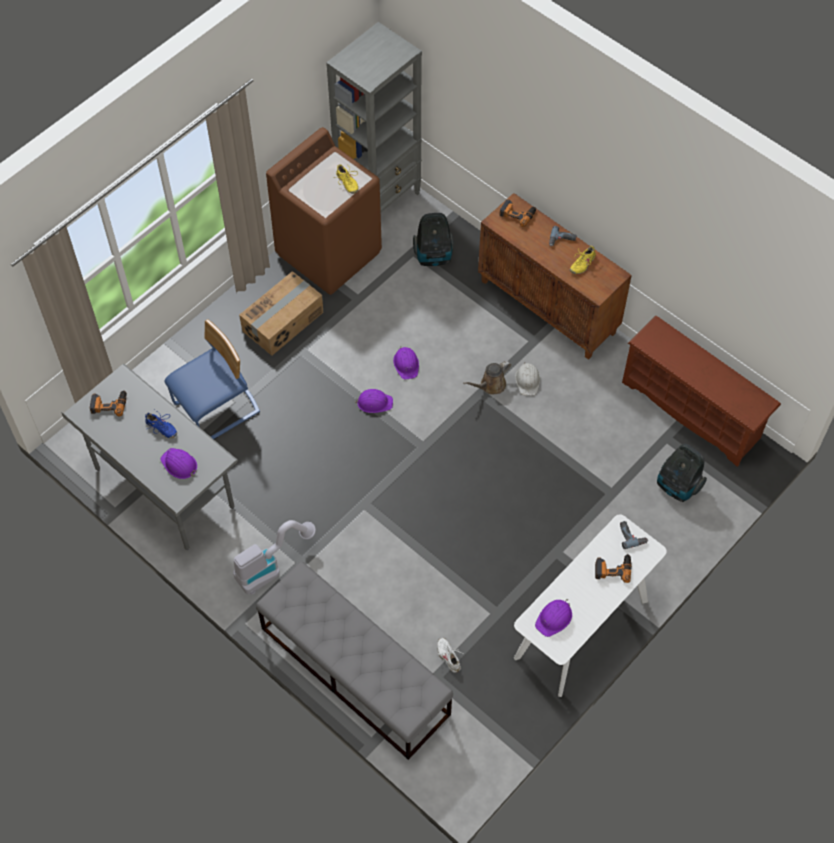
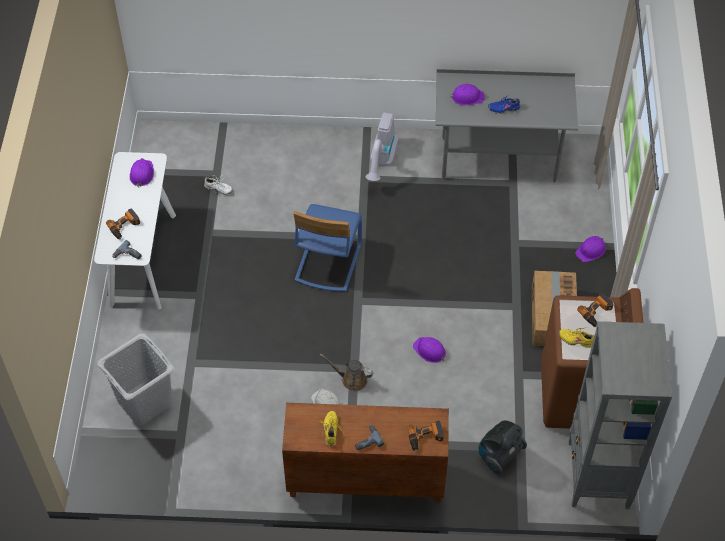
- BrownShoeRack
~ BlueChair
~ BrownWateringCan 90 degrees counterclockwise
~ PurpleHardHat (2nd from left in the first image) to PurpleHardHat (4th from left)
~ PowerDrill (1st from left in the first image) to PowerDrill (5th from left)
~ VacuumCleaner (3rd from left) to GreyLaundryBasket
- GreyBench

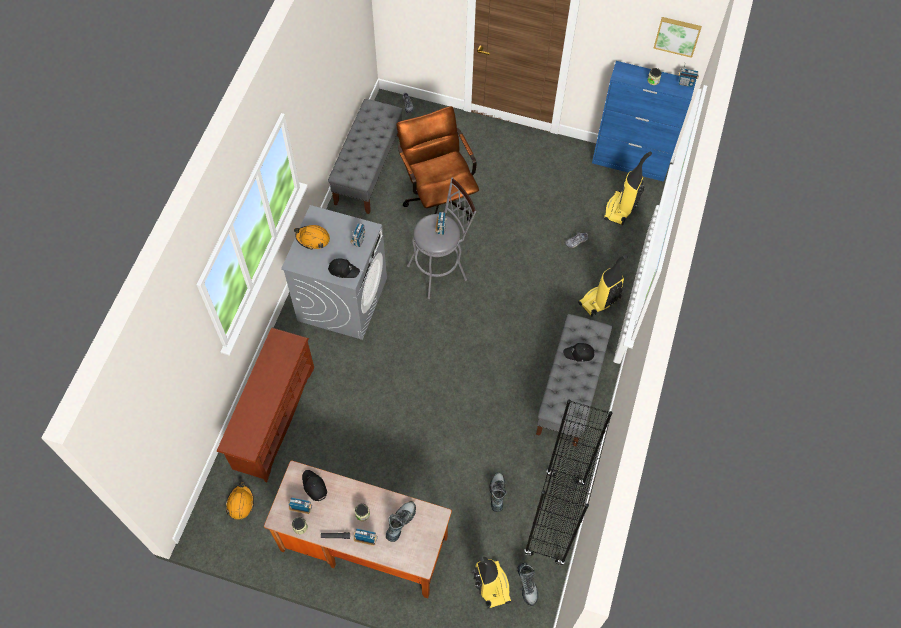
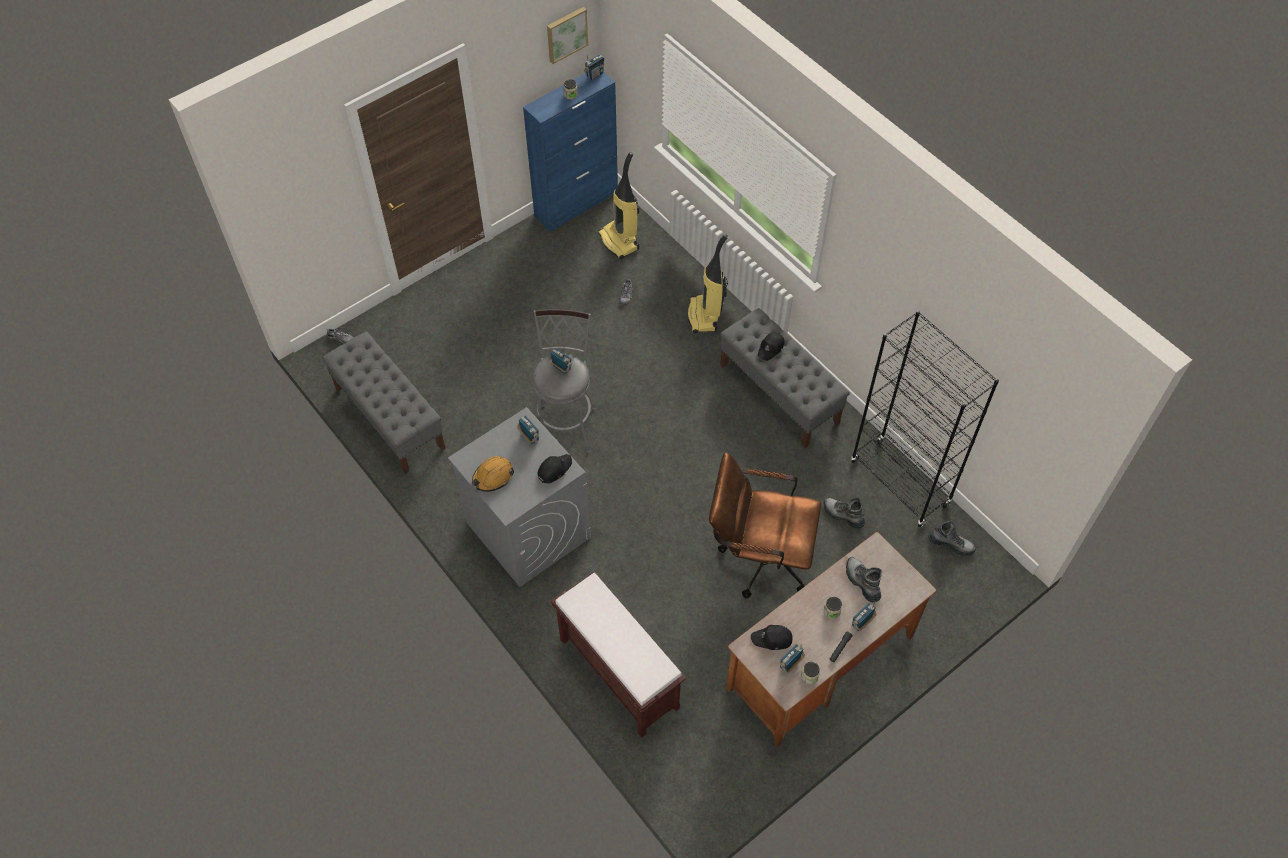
~ BrownOfficeChair
~ BrownShoeRack to BrownBench
- OrangeHardHat (1st from left)
- VacuumCleaner (1st from left)

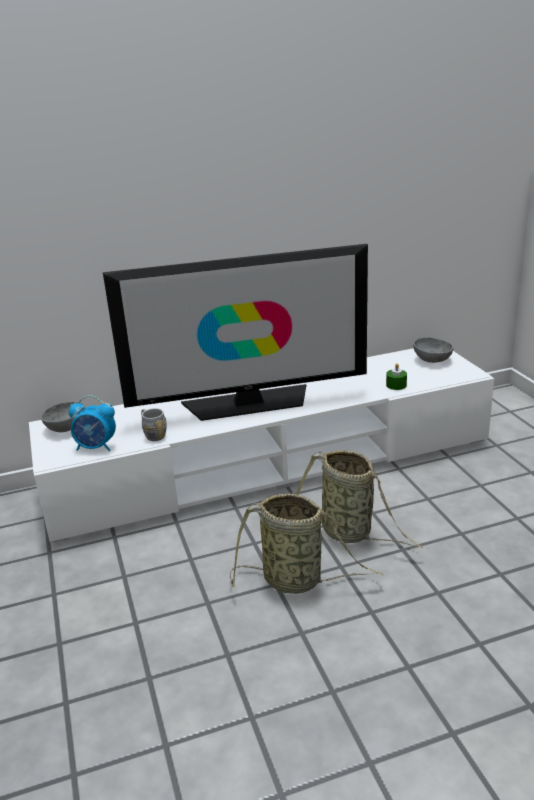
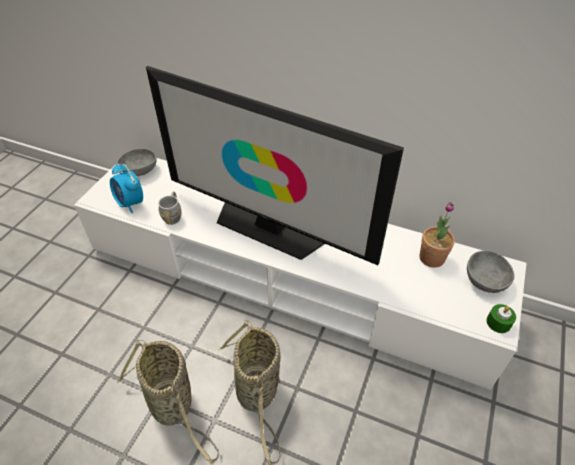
~ GreenCandle
+ PottedPlant

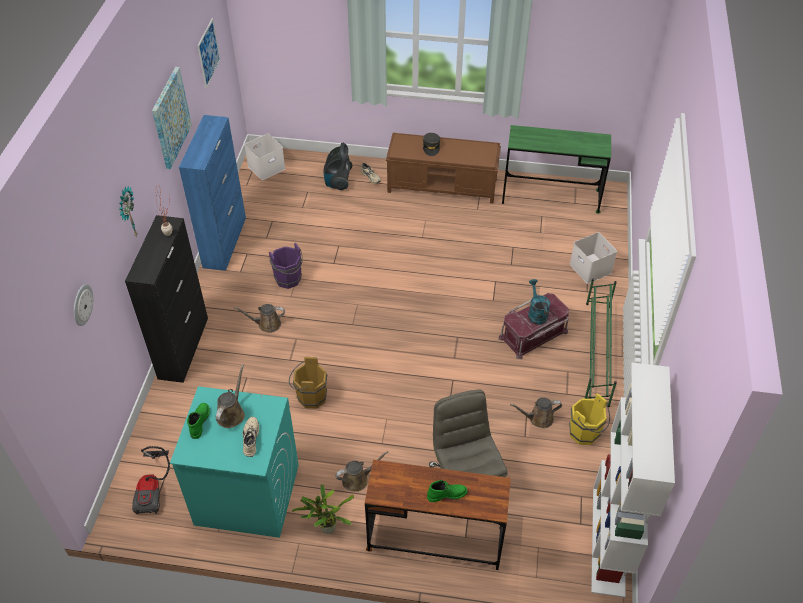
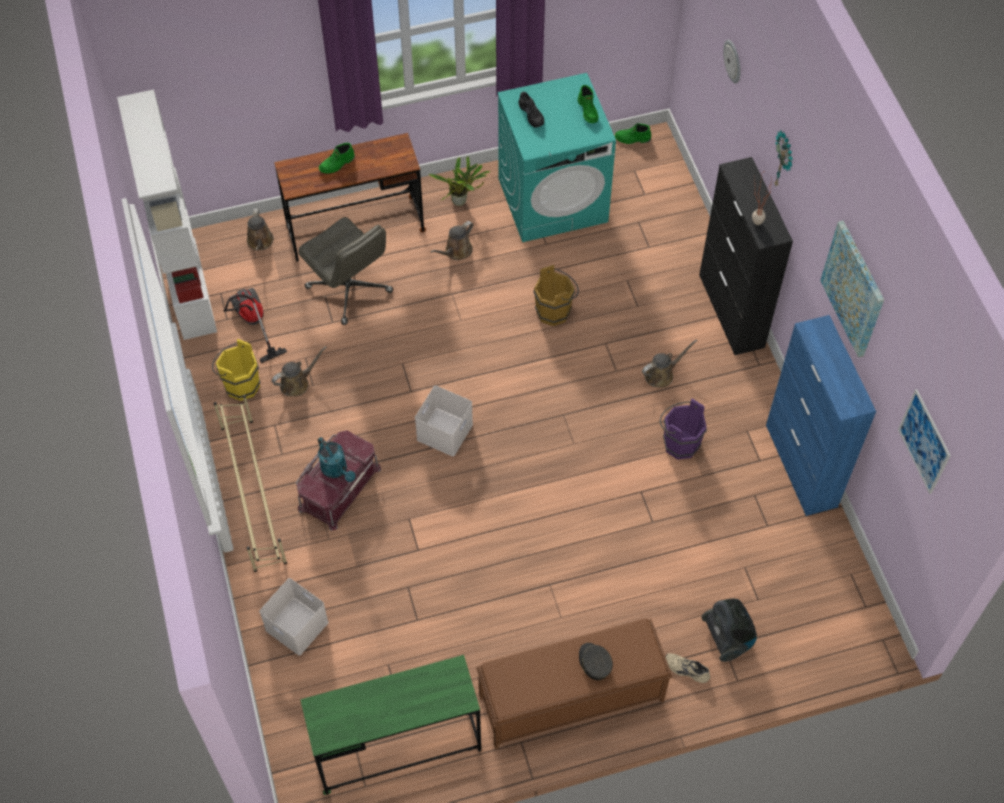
~ WhiteStorageBox (1st from left in the first image) to WhiteStorageBox (2nd from left)
~ GreenShoeRack to BeigeShoeRack
~ BrownWateringCan (1st from left)
~ BeigeShoe (1st from left) to BlackShoe
~ VacuumCleaner (1st from left)
+ GreenBoot (3rd from left)

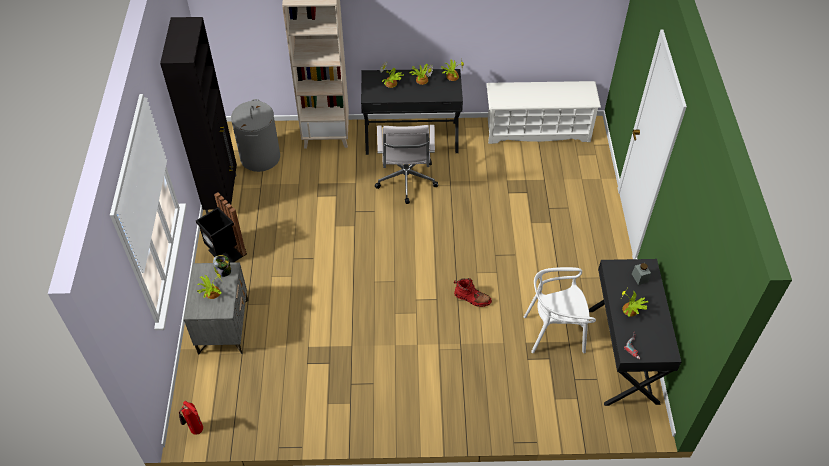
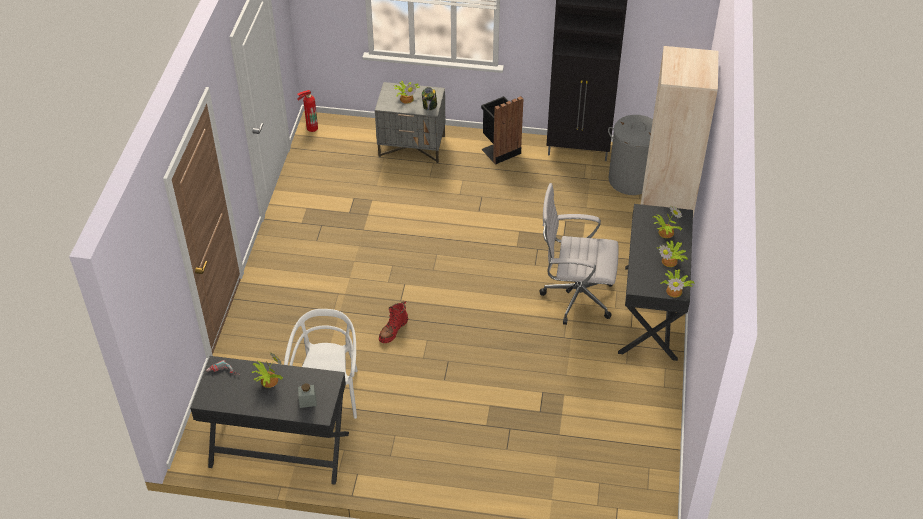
- WhiteShoeRack

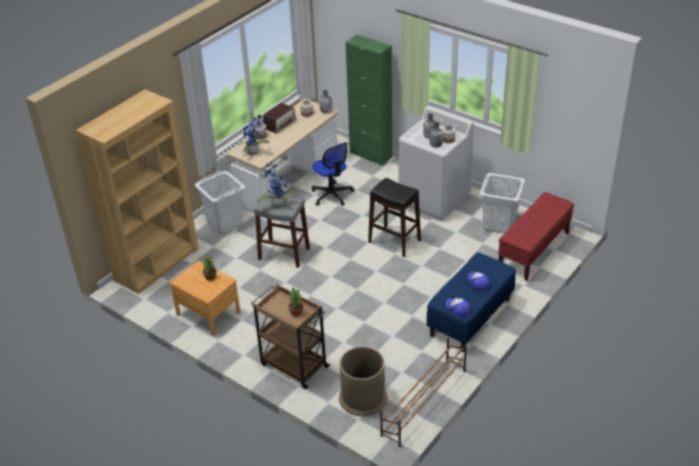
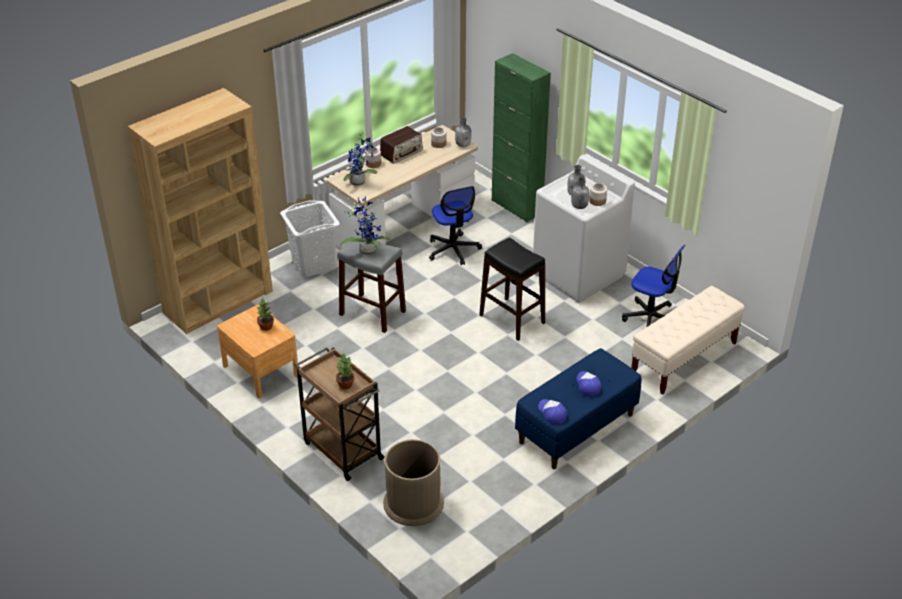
~ WhiteLaundryBasket (2nd from left) to OfficeChair (2nd from left)
~ RedBench to BeigeBench
- BrownShoeRack

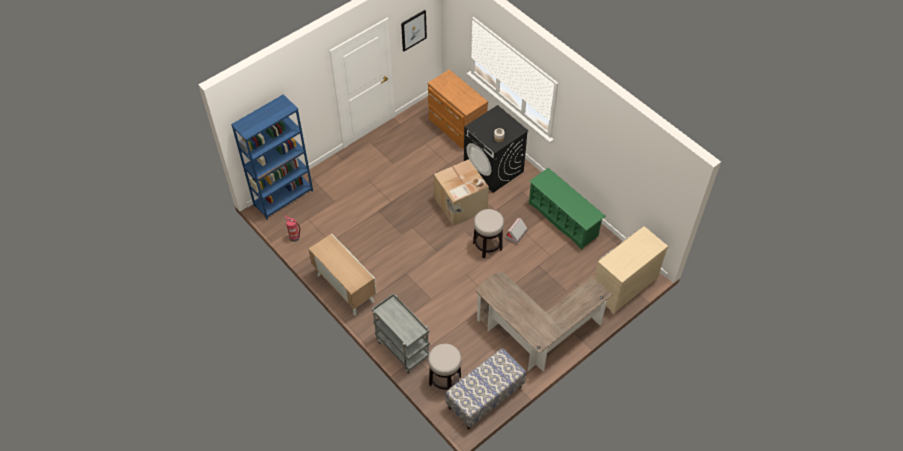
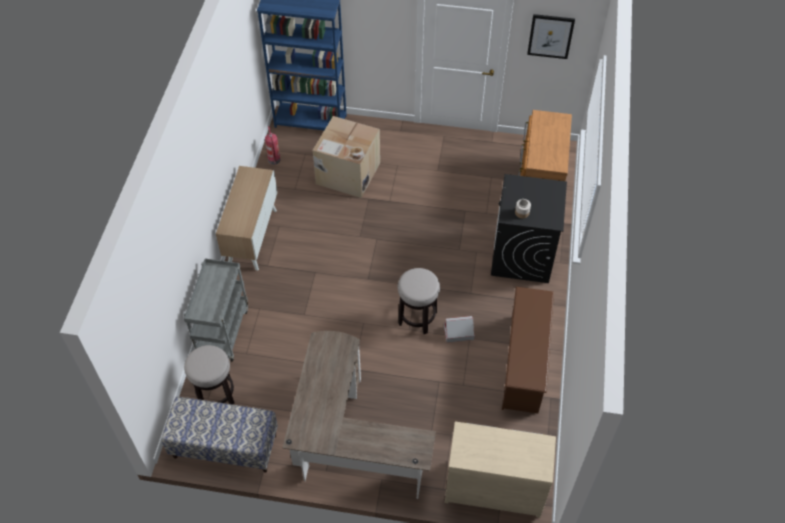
~ CardboardBox (1st from left)
~ GreenShoeRack to BrownShoeRack

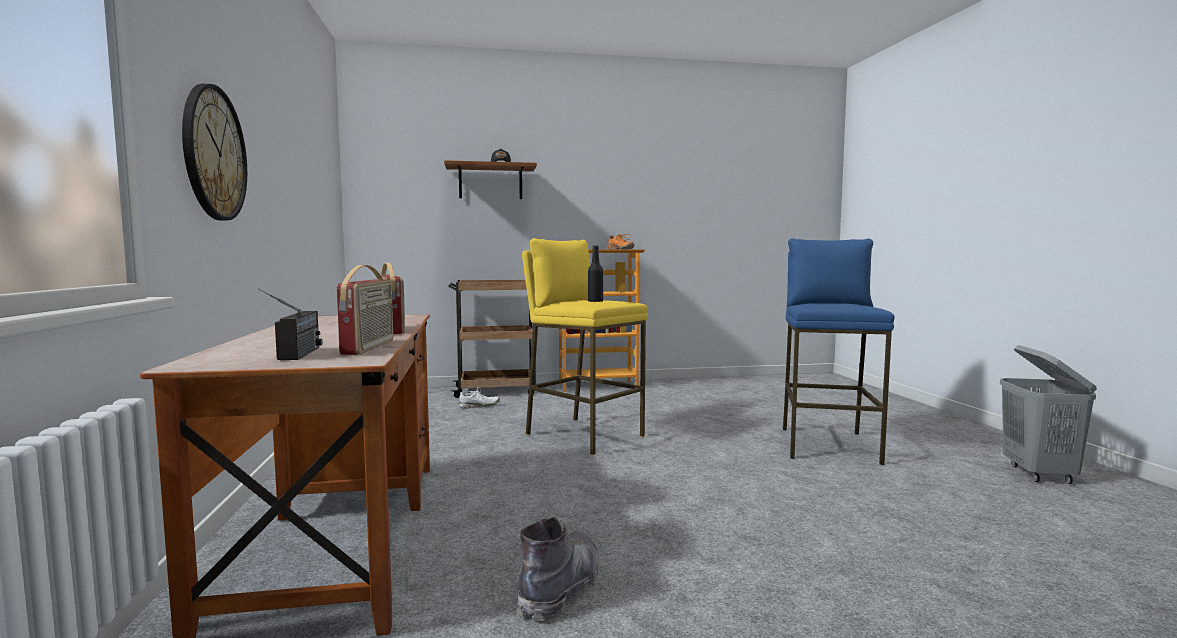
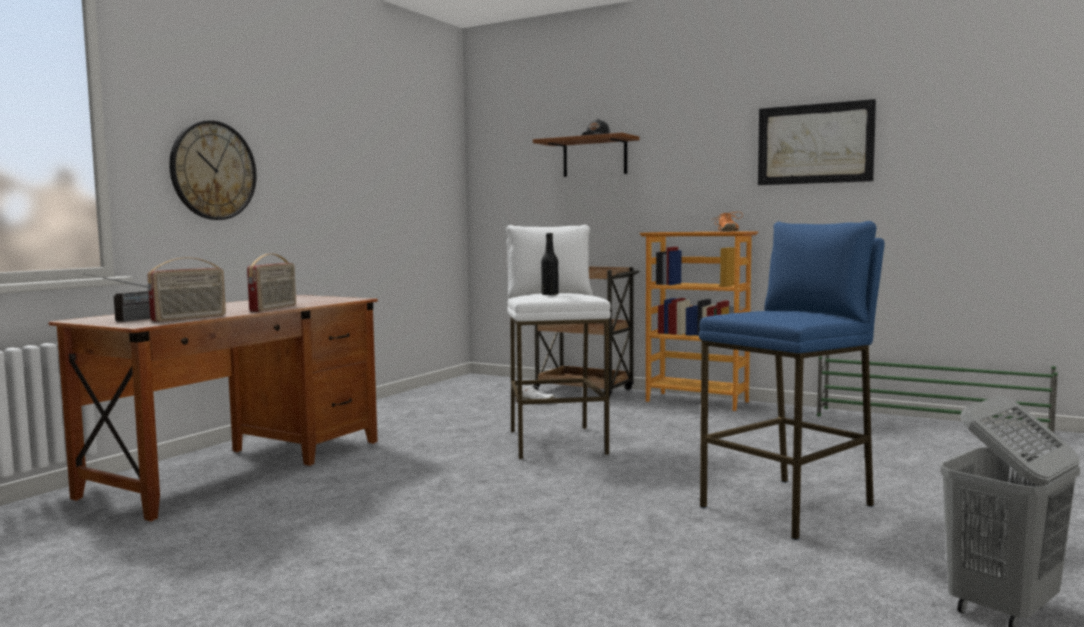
~ YellowStool to WhiteStool
- GreyBoot
+ Picture
+ GreenShoeRack

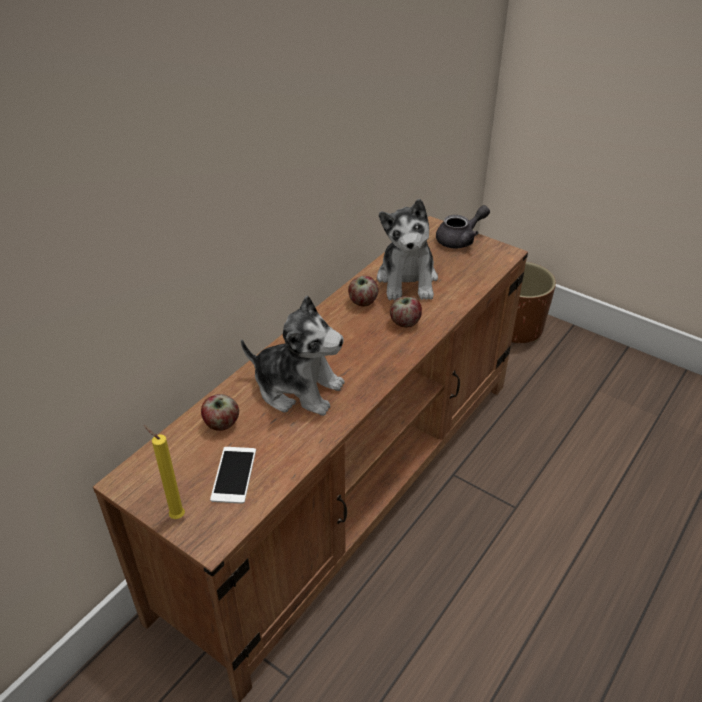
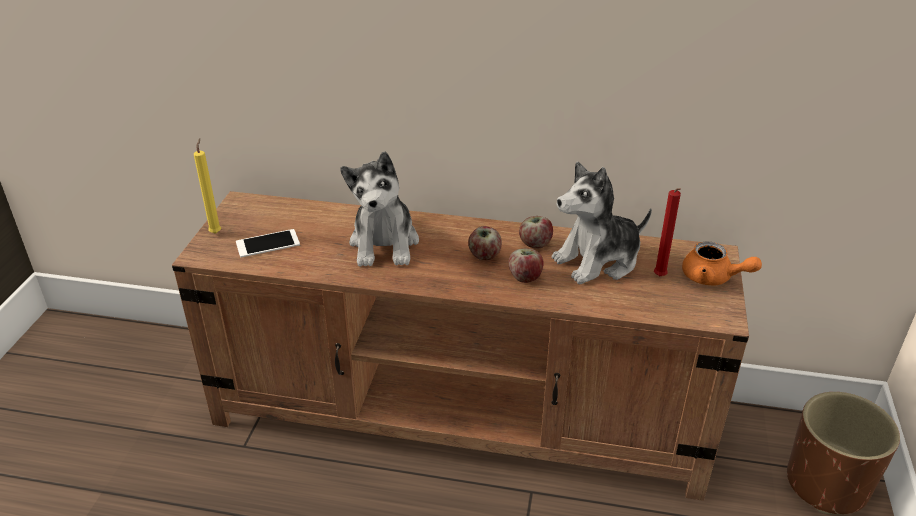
~ GreyTeapot to OrangeTeapot
~ Apple (1st from left)
+ RedCandle

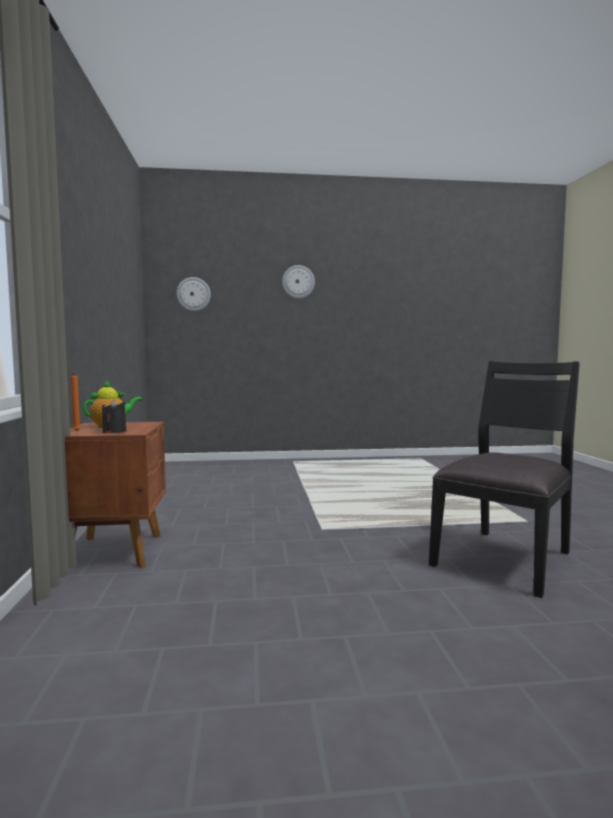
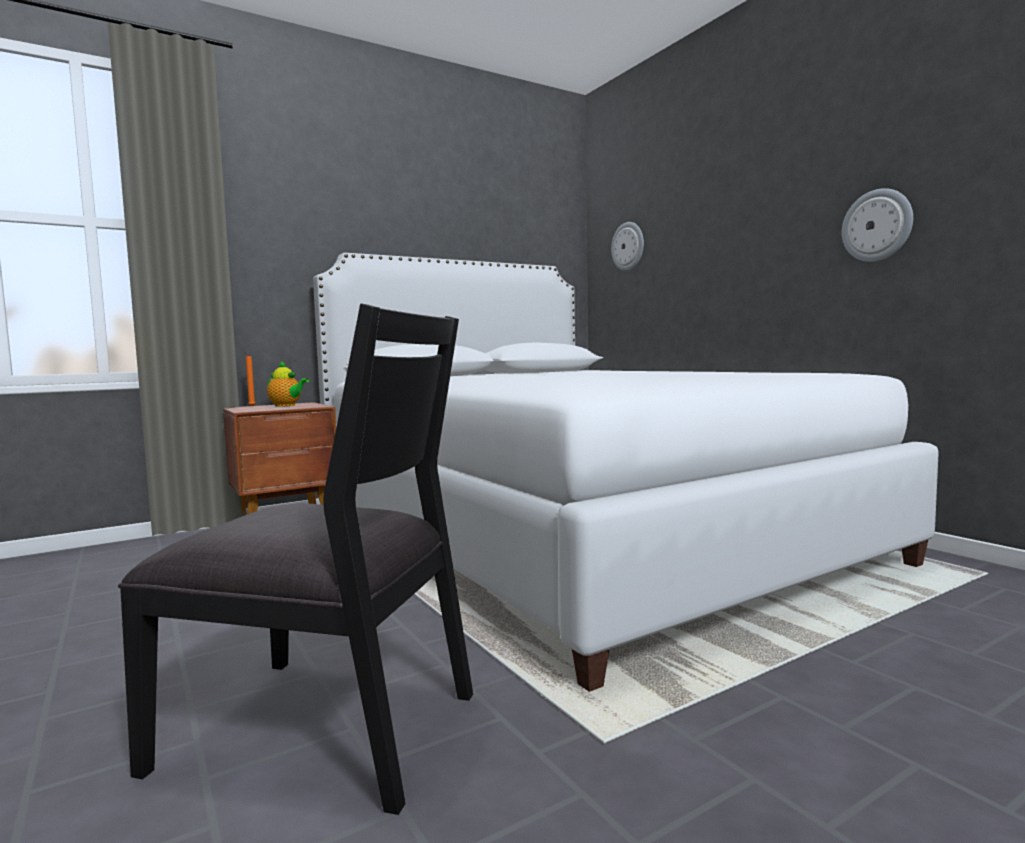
~ WallClock (2nd from left)
- BlackCandle
+ WhiteBed

